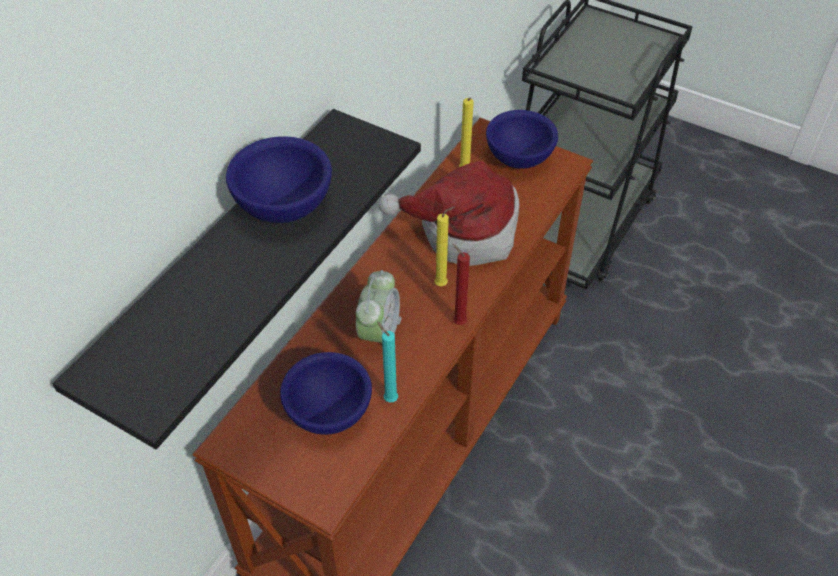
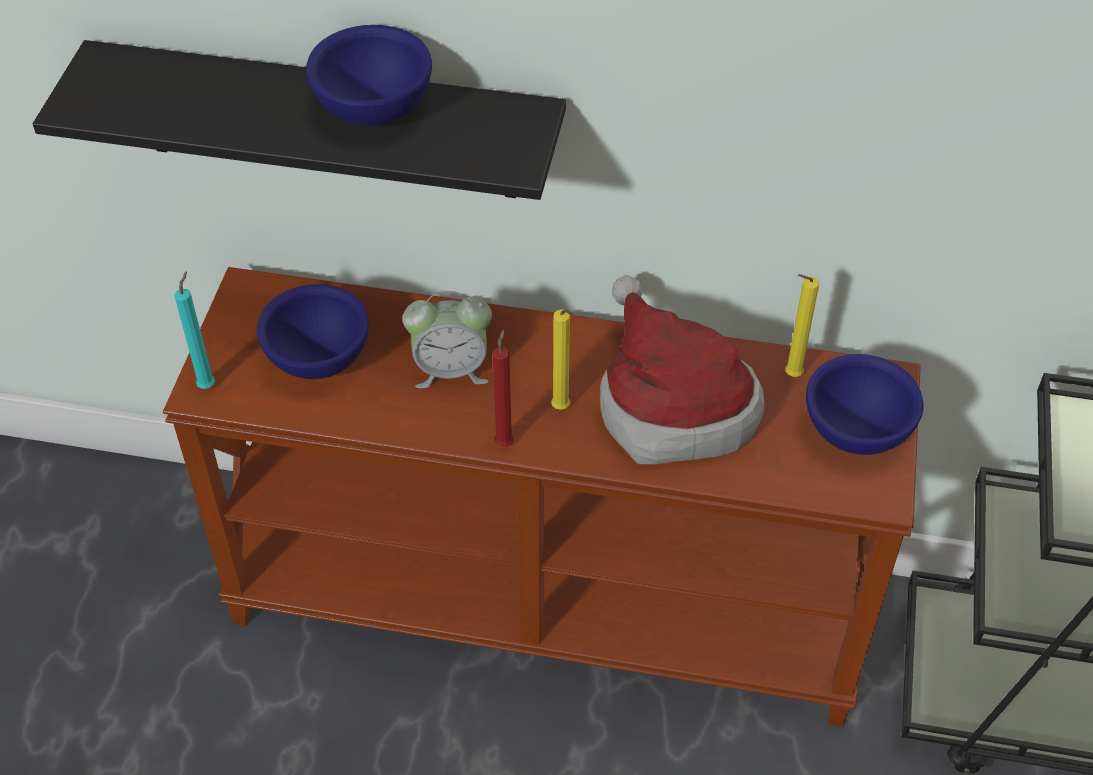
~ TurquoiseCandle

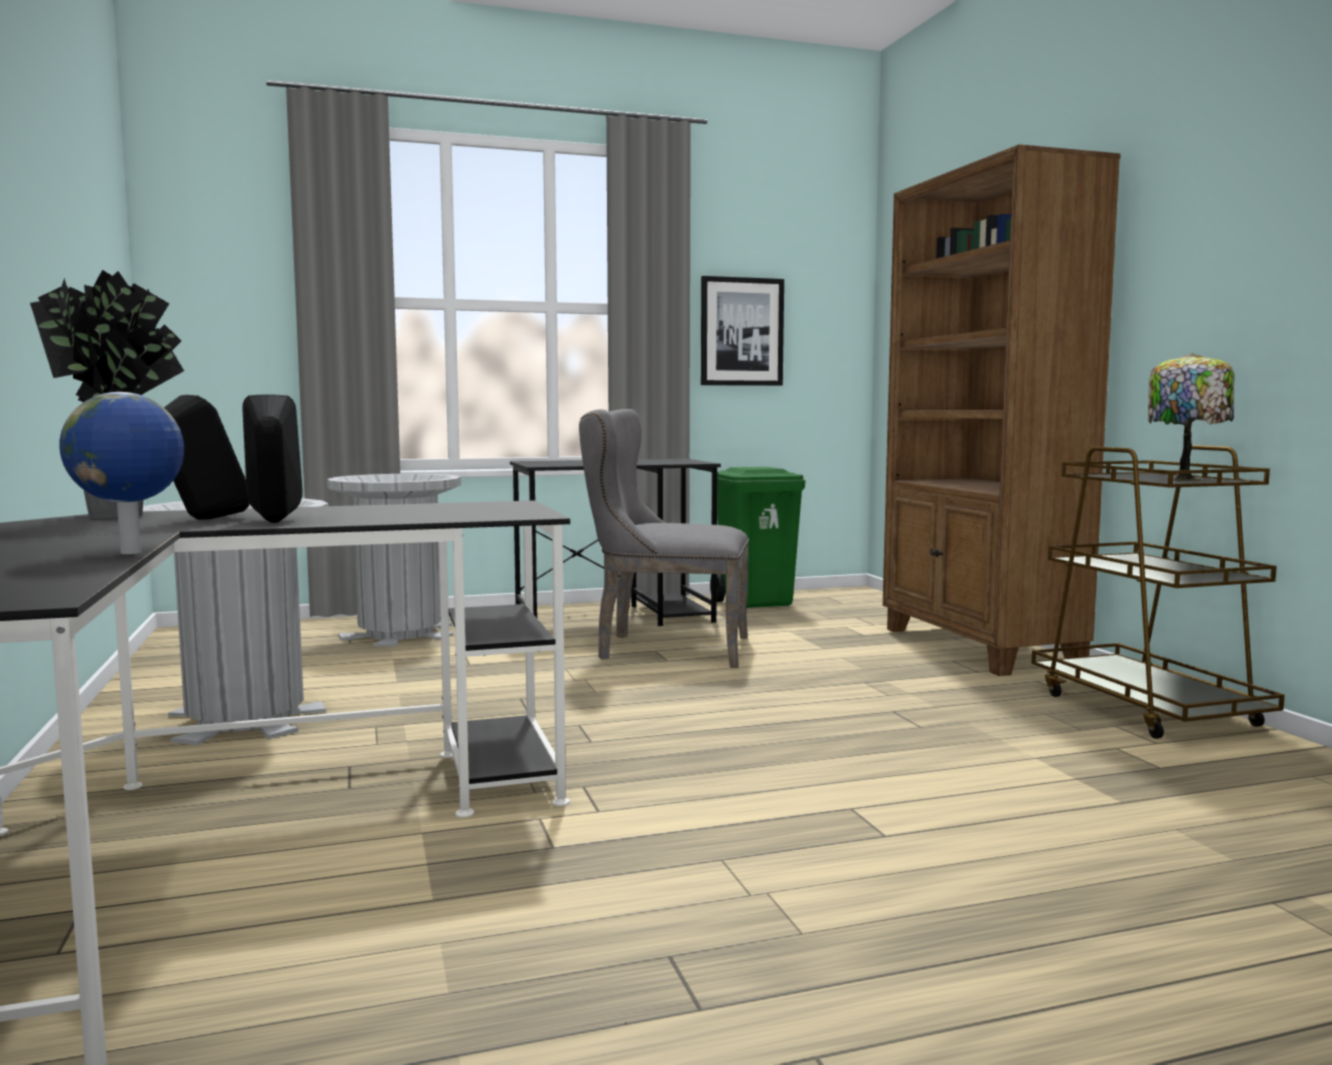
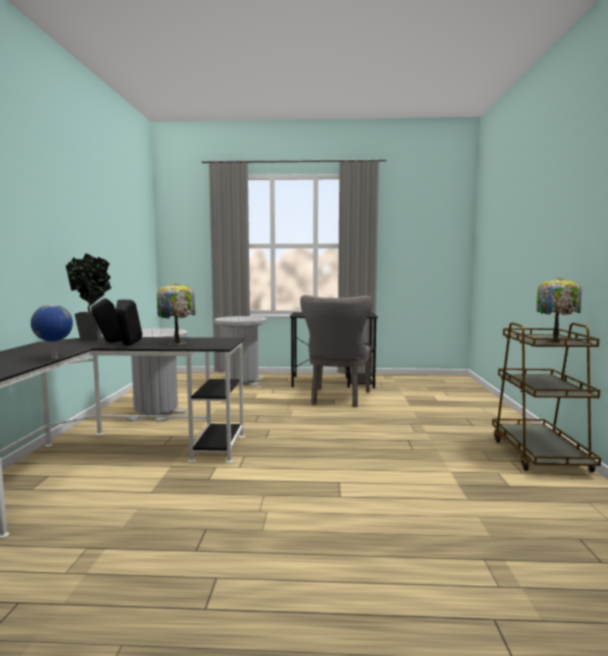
- BrownBookcase
- Picture
~ GreyChair 105 degrees counterclockwise
- GreenTrashCan
+ TableLamp (1st from left)

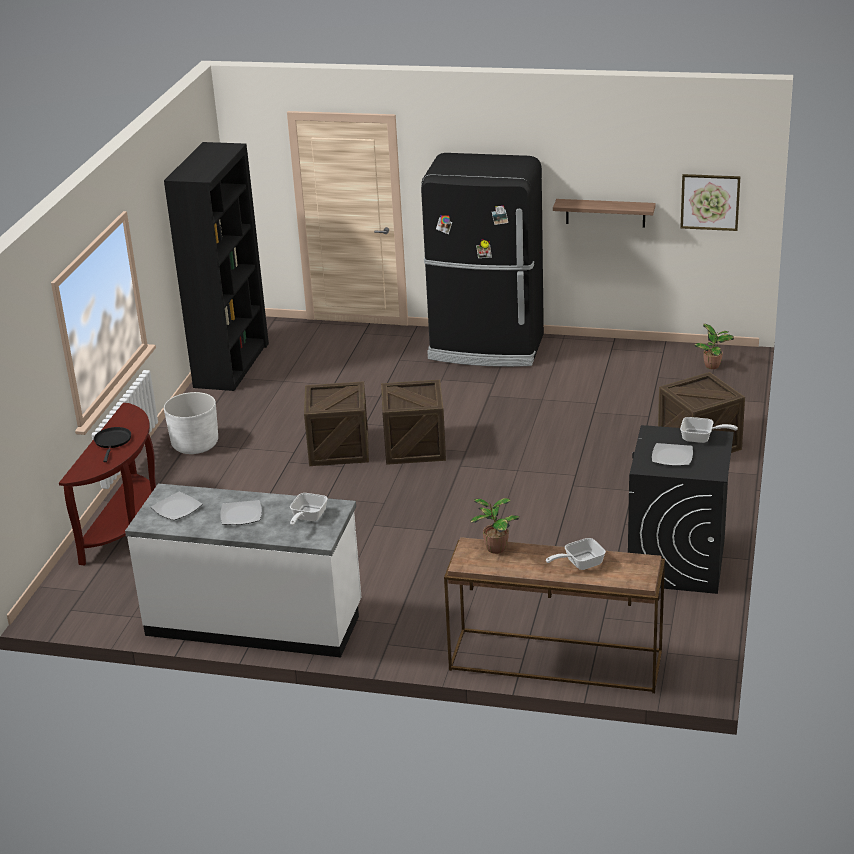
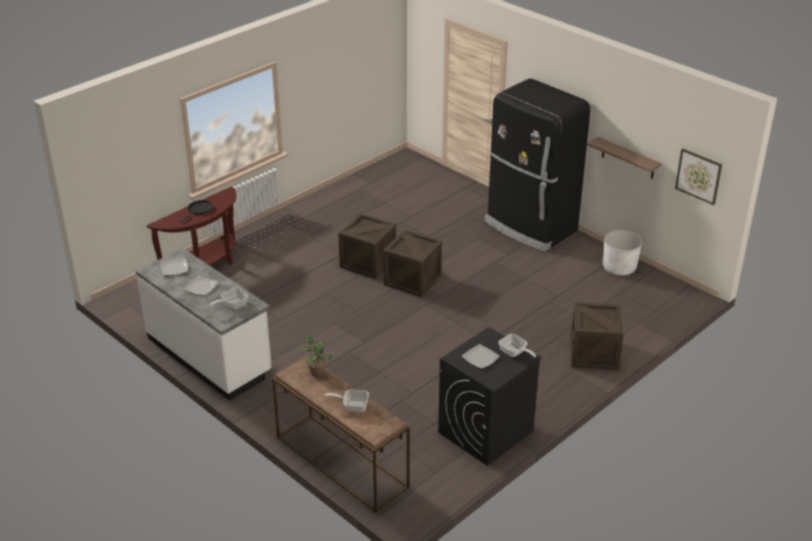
- BlackBookcase
- PottedPlant (2nd from left)
~ WhitePlanter

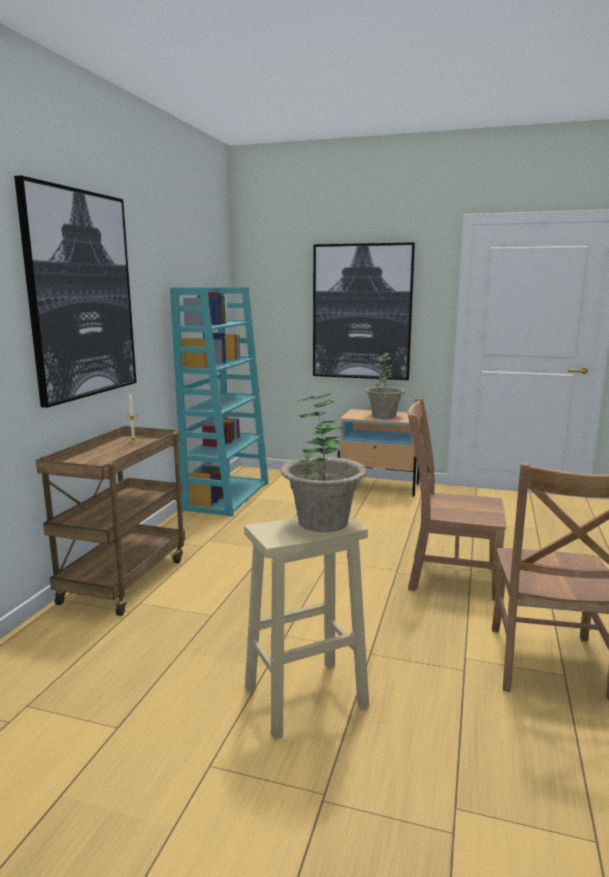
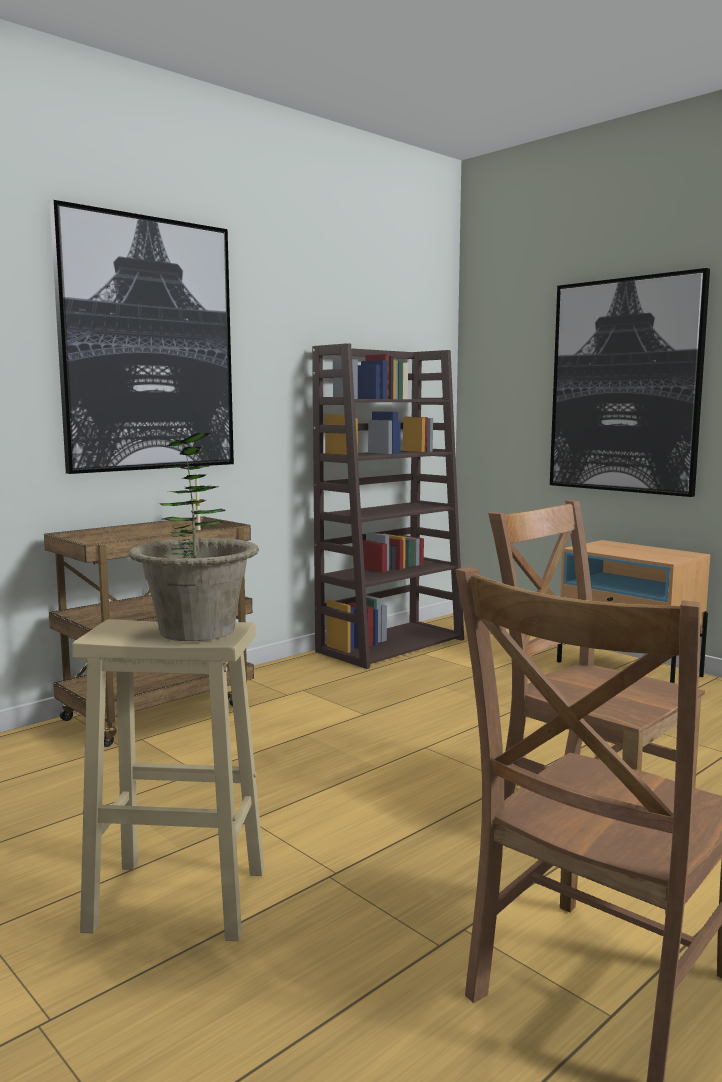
~ TurquoiseBookcase to BrownBookcase
- PottedPlant (2nd from left)

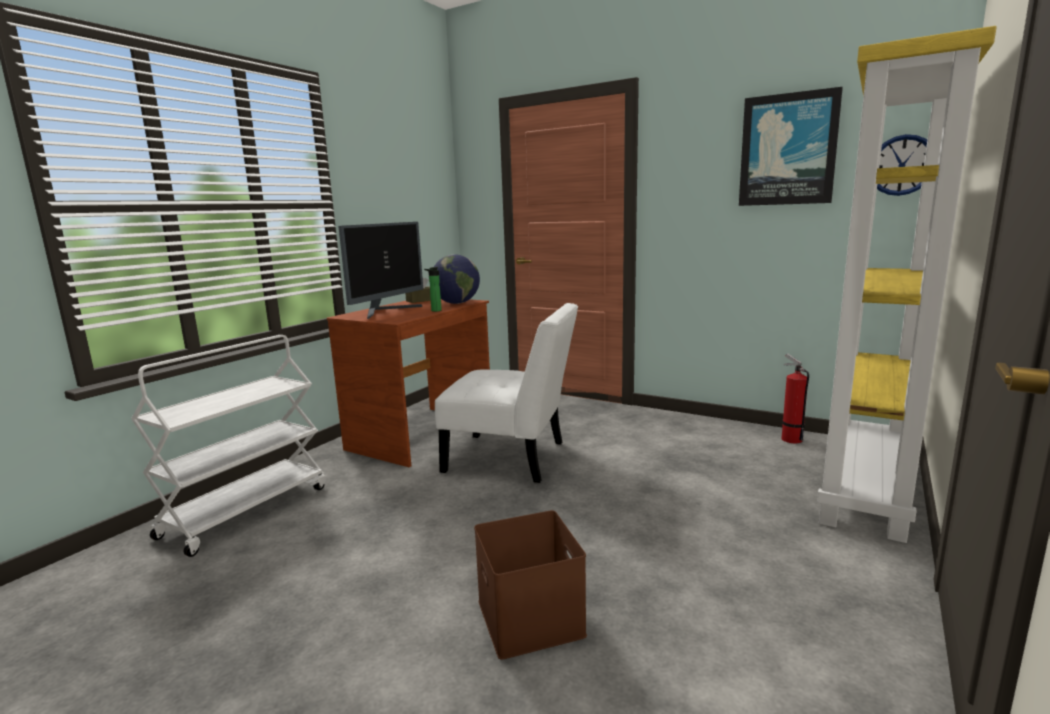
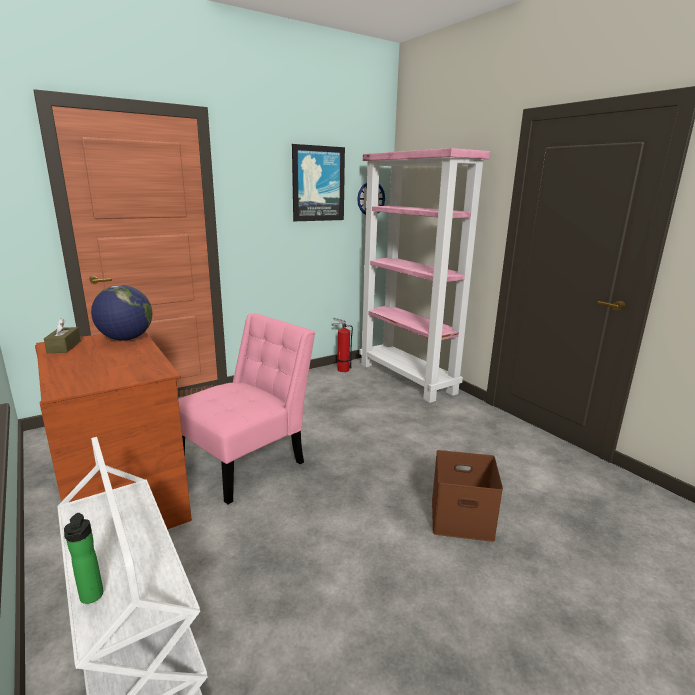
~ YellowBookcase to PinkBookcase
- Monitor
~ Bottle
~ WhiteChair to PinkChair

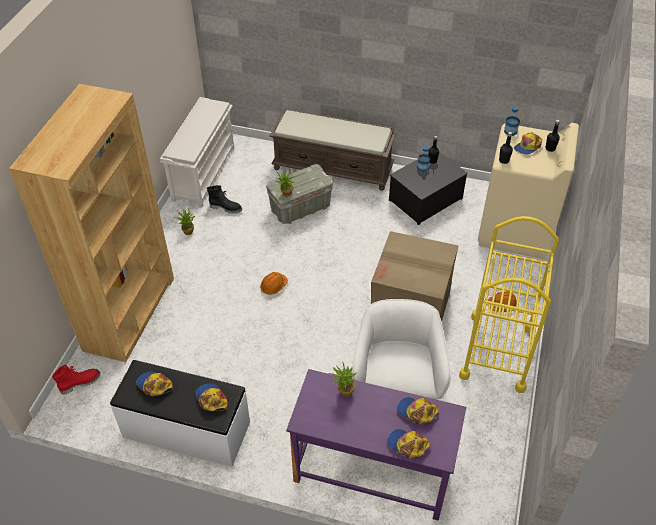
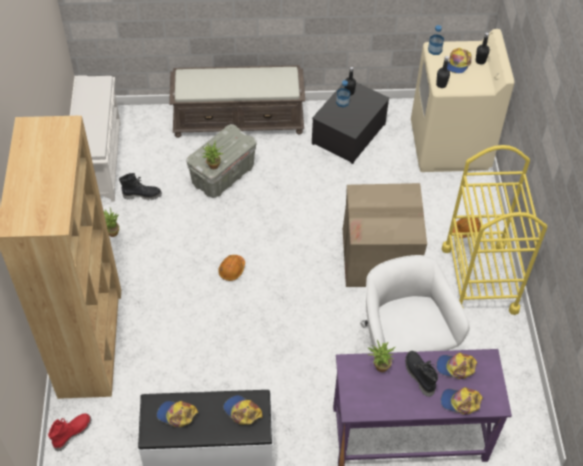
+ BlackBoot (2nd from left)

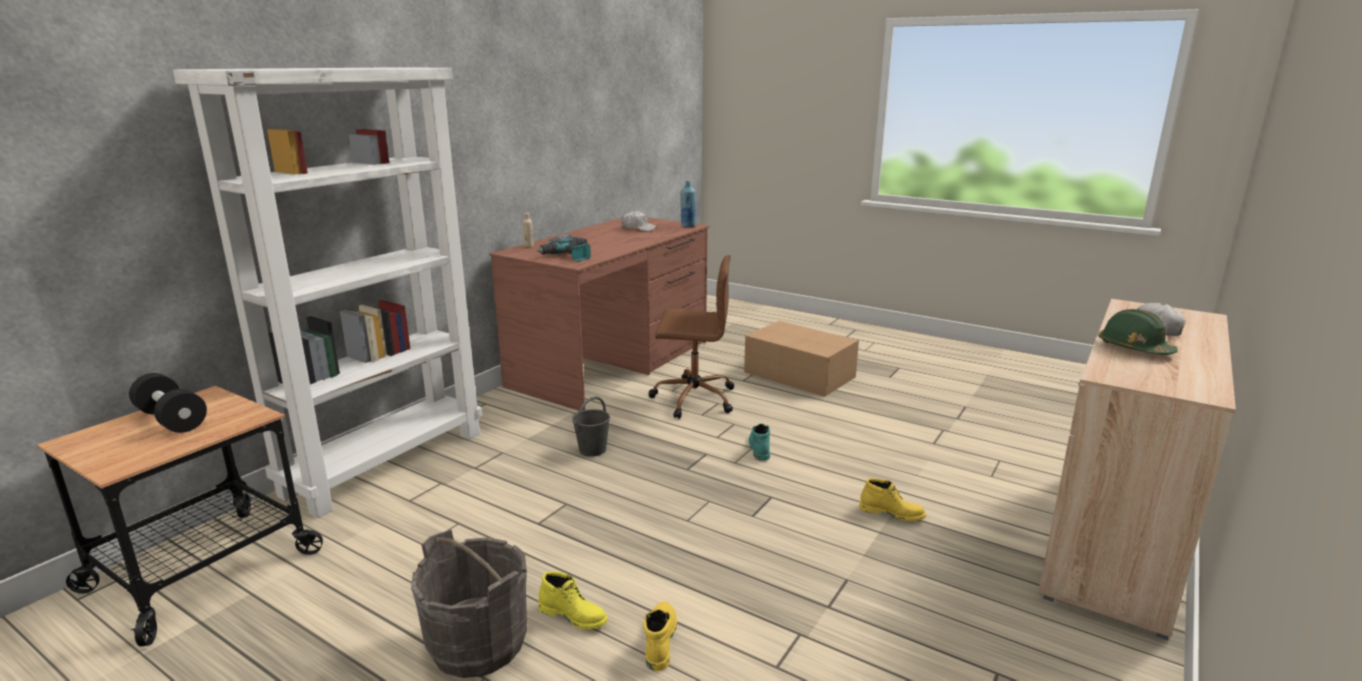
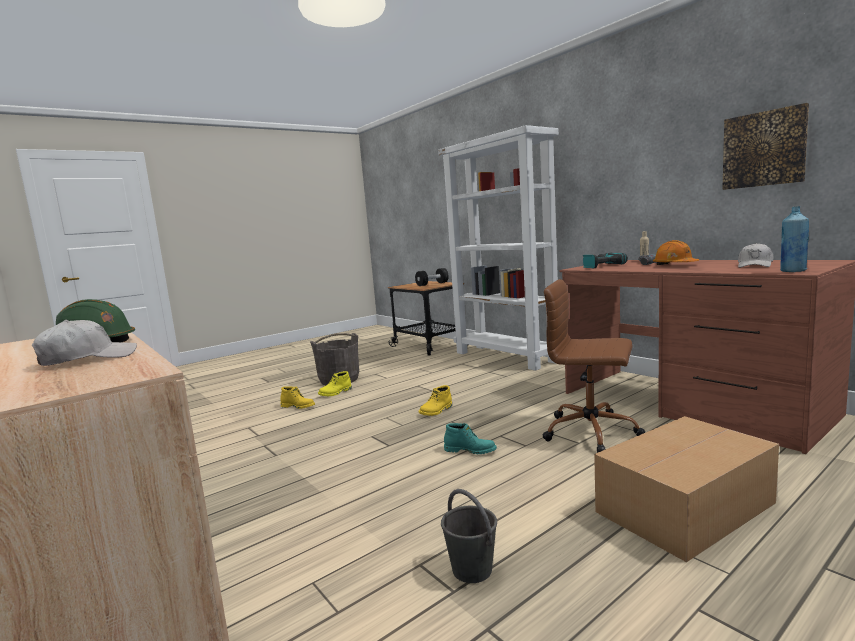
~ BrownOfficeChair 90 degrees clockwise
~ GreyBucket (2nd from left)
~ YellowBoot (3rd from left)
+ Picture
+ OrangeHardHat

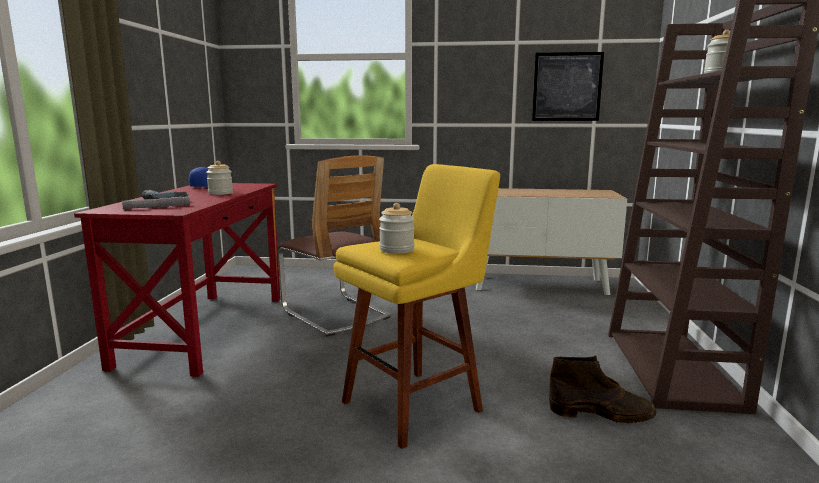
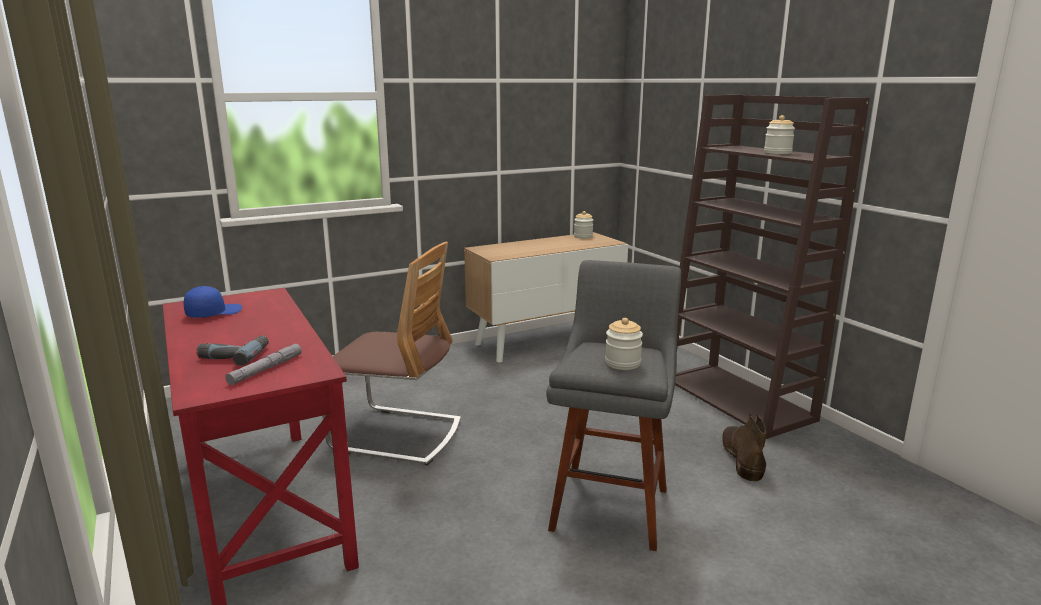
- Picture
~ Jar (1st from left)
~ YellowStool to GreyStool
~ BrownBoot 60 degrees counterclockwise

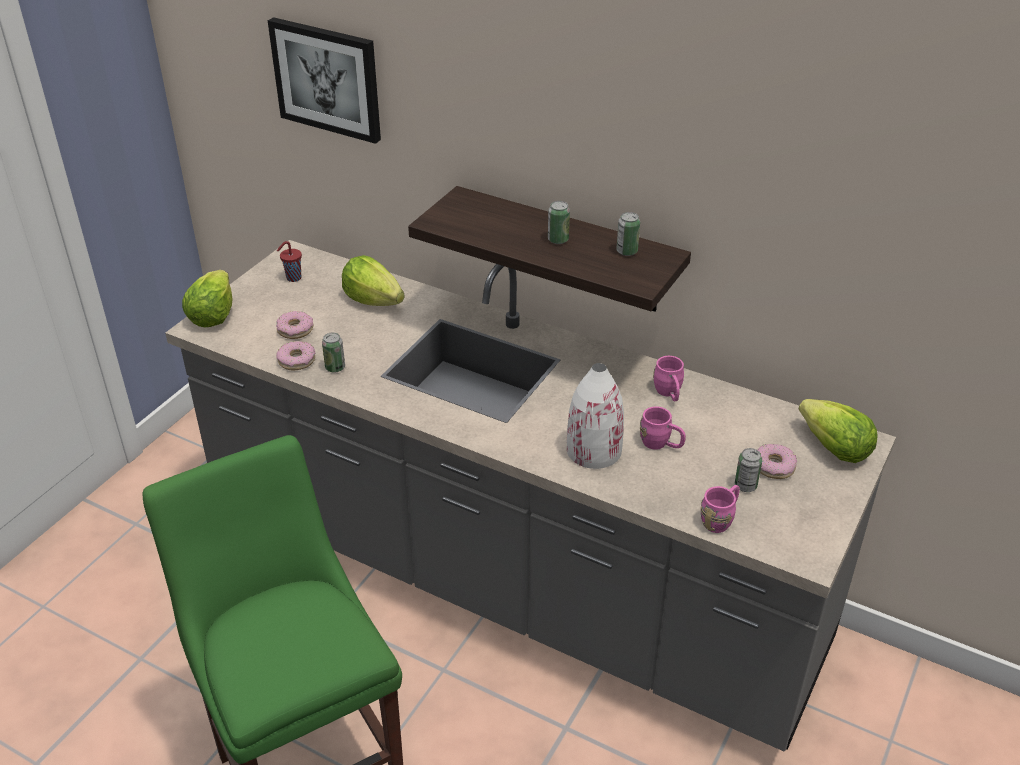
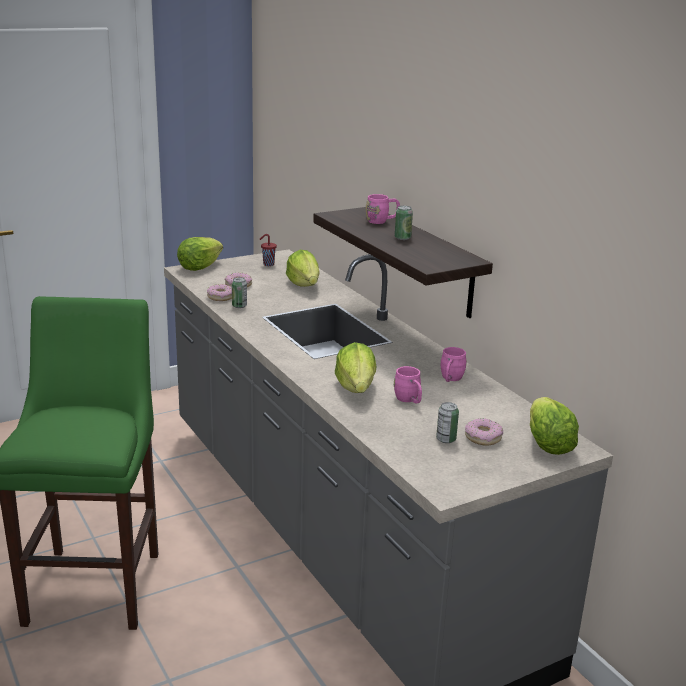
- Picture
- Can (3rd from left)
~ WhiteVase to Lettuce (3rd from left)
~ PinkMug (3rd from left in the first image) to PinkMug (1st from left)

